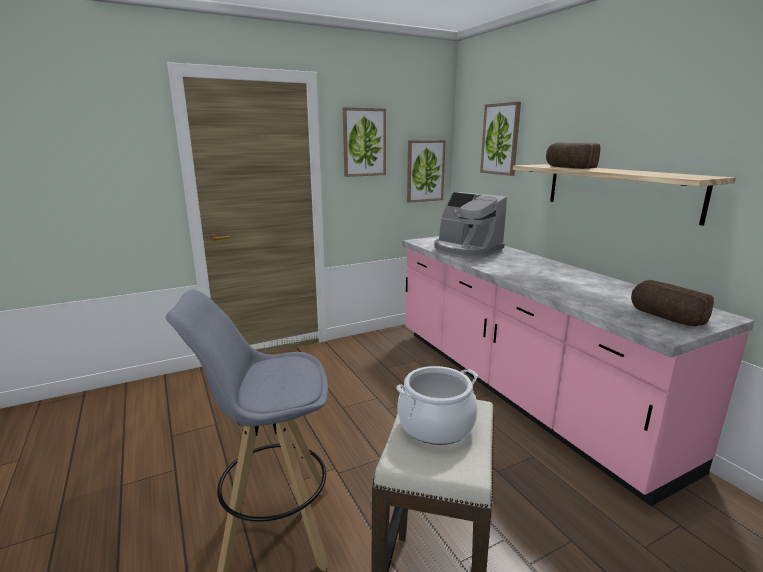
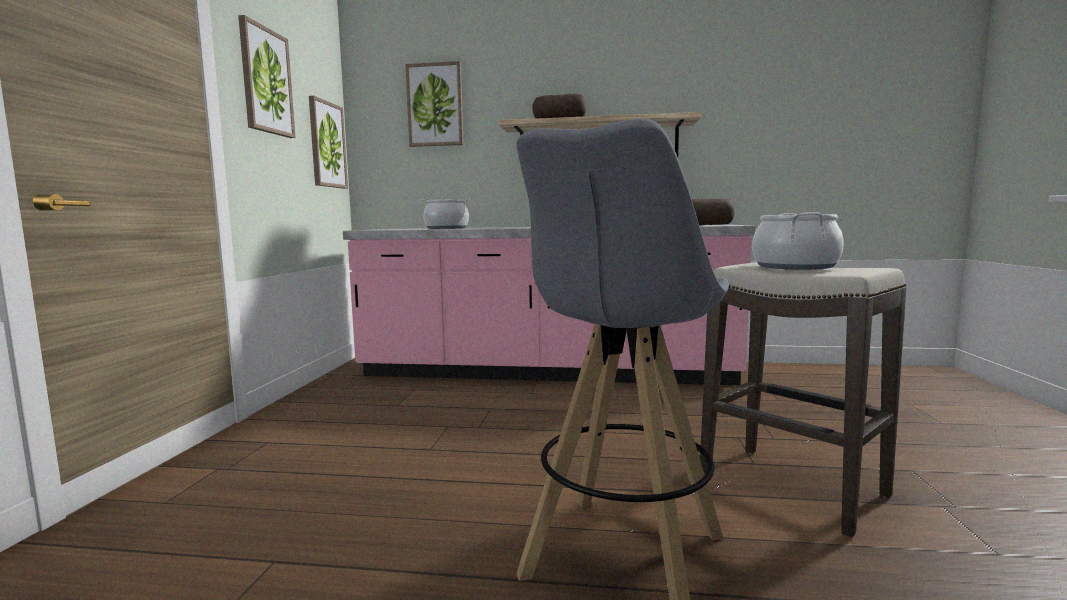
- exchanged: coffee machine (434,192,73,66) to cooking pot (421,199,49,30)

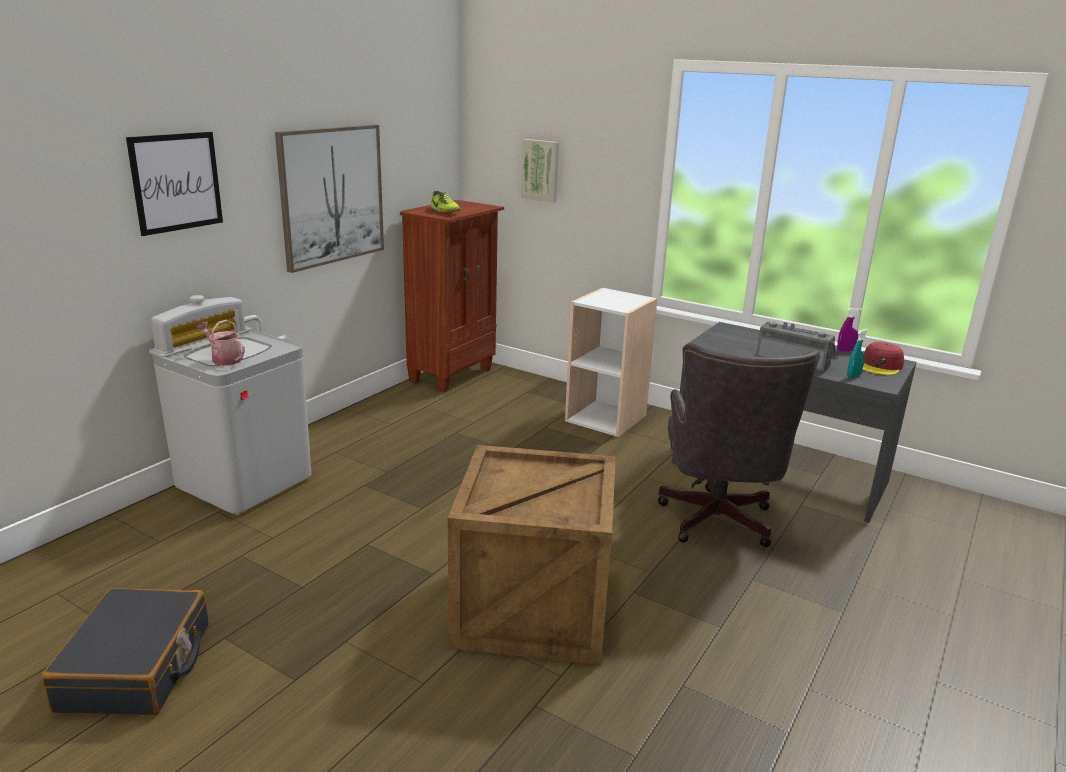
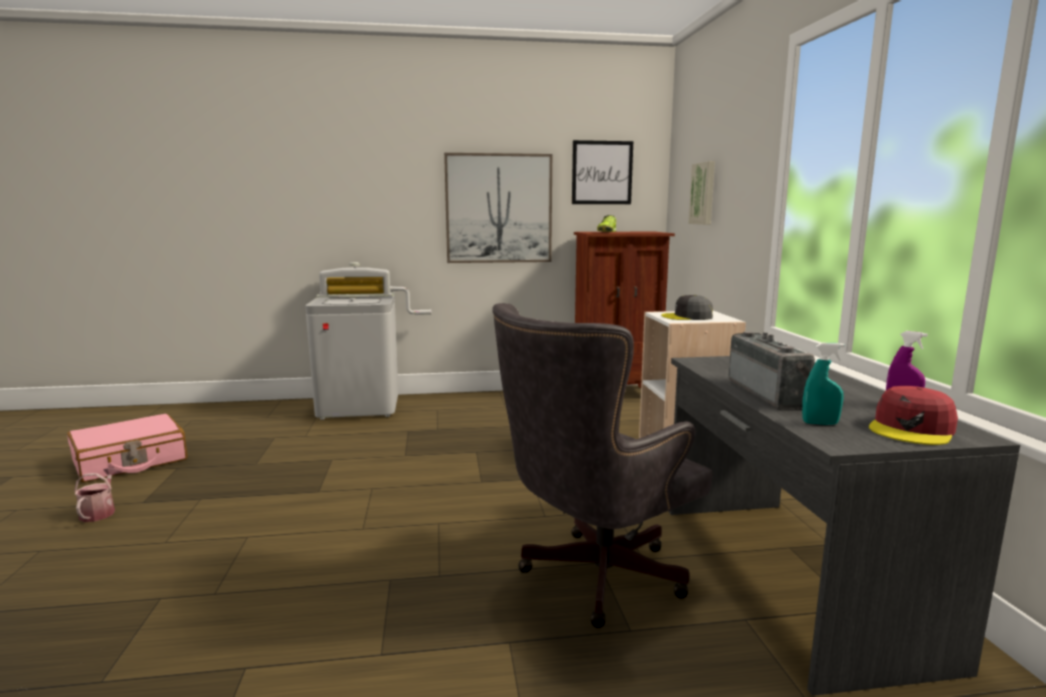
- missing: crate (448,445,168,220)
- appeared: cap/grey (661,295,52,25)
- relocated: picture (126,132,97,104) to (572,140,61,64)
- relocated: watering can (197,320,48,46) to (74,468,44,54)
- colour: suitcase/black (41,588,168,128) to suitcase/pink (67,414,120,69)
- spun: cap/red (863,342,41,33) = (869,386,89,59) 45 degrees counterclockwise

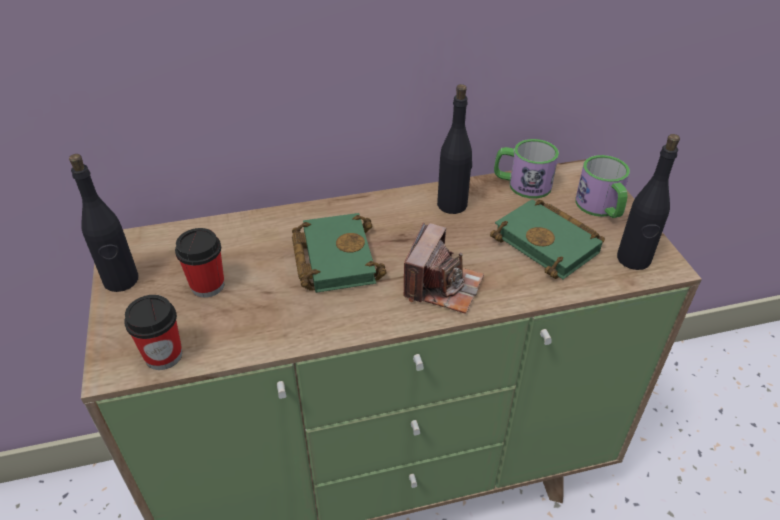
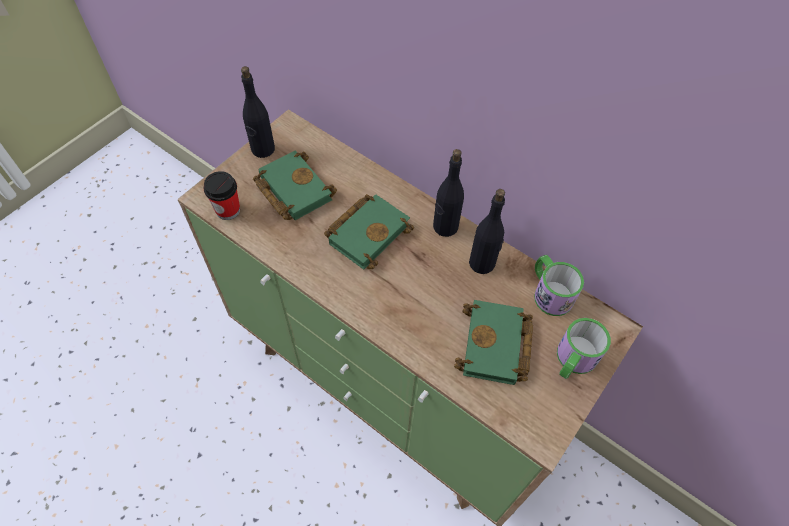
- missing: photo camera (403,223,81,91)
- relocated: bottle/black (617,134,63,136) to (433,149,31,88)
- exchanged: cup (175,228,49,70) to book/green (253,150,84,70)

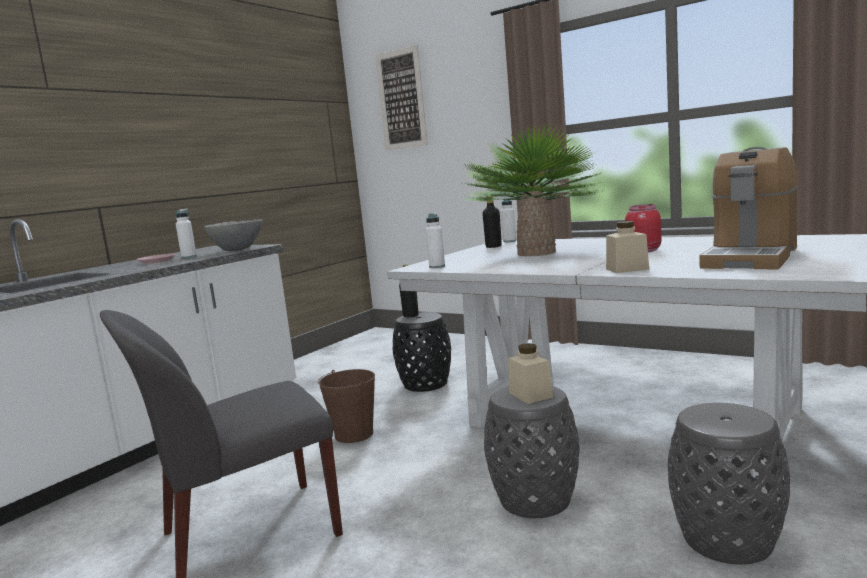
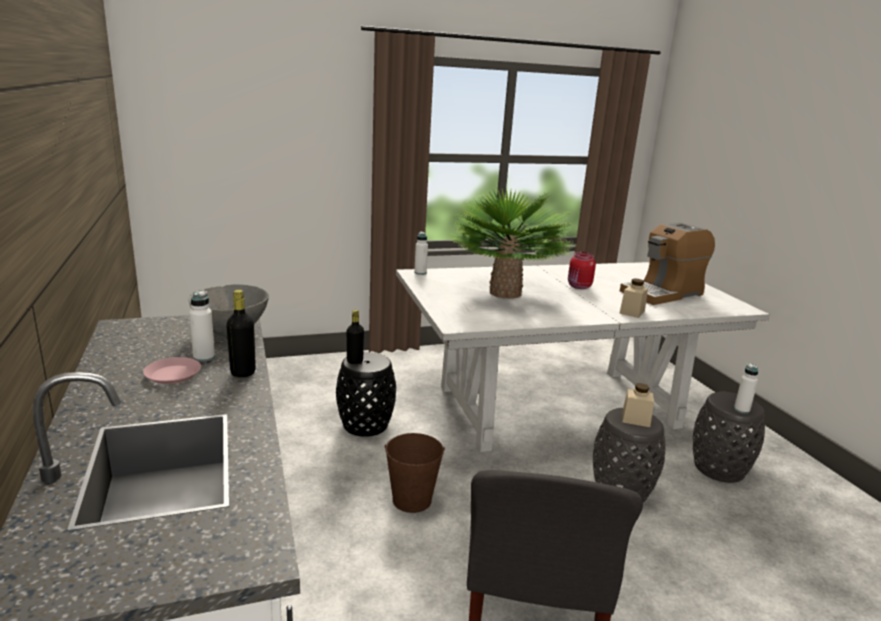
- missing: picture (375,45,53,106)
- relocated: bottle/white (425,212,20,56) to (734,363,24,51)
- relocated: bottle/black (482,191,20,57) to (226,290,30,88)
- spun: coffee machine (699,147,99,123) = (620,222,95,83) 75 degrees clockwise

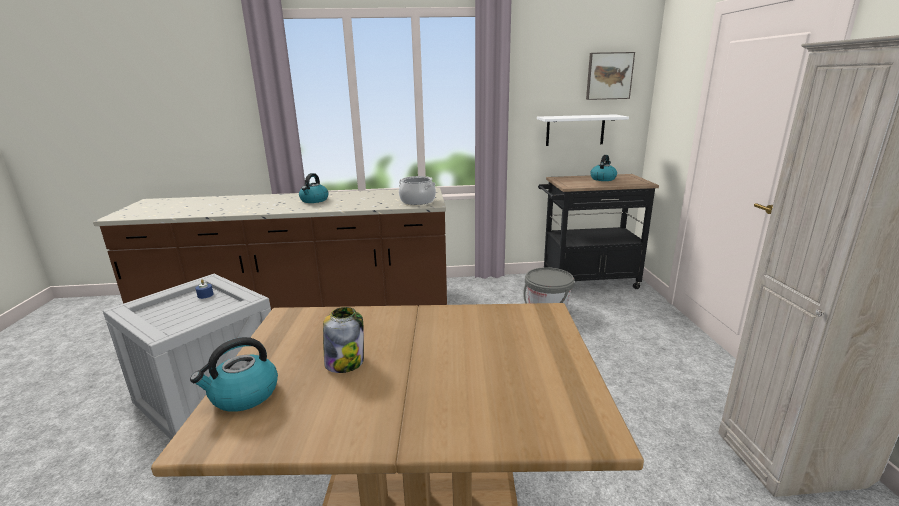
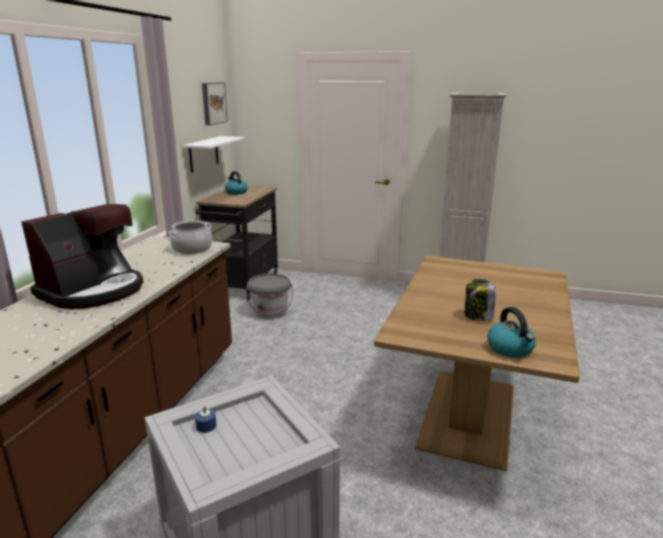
- exchanged: kettle (299,173,29,30) to coffee machine (21,204,122,105)

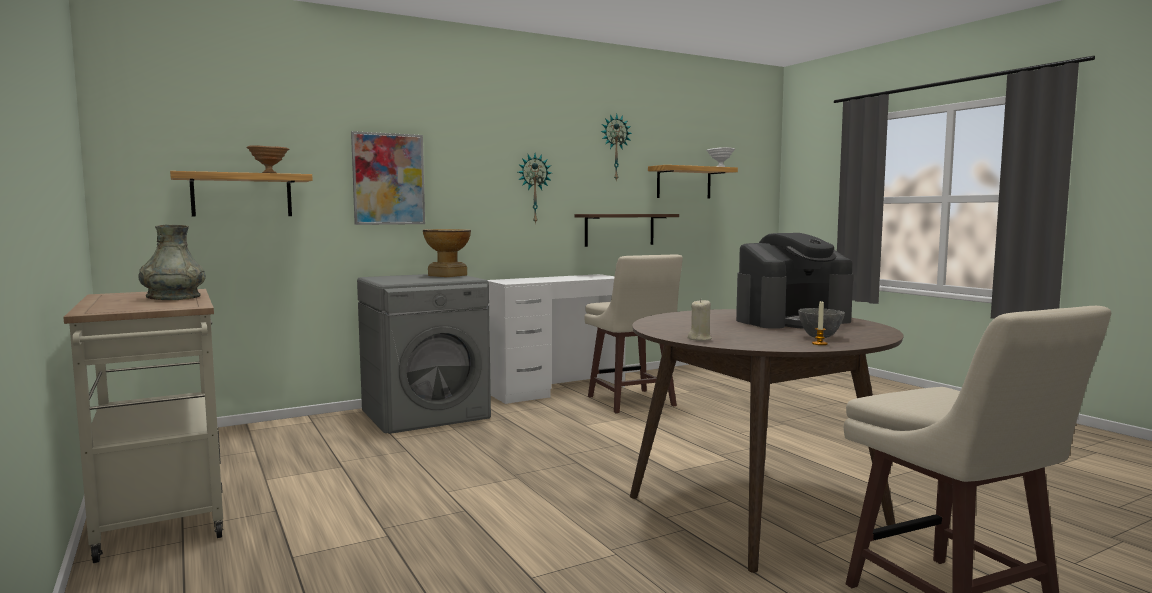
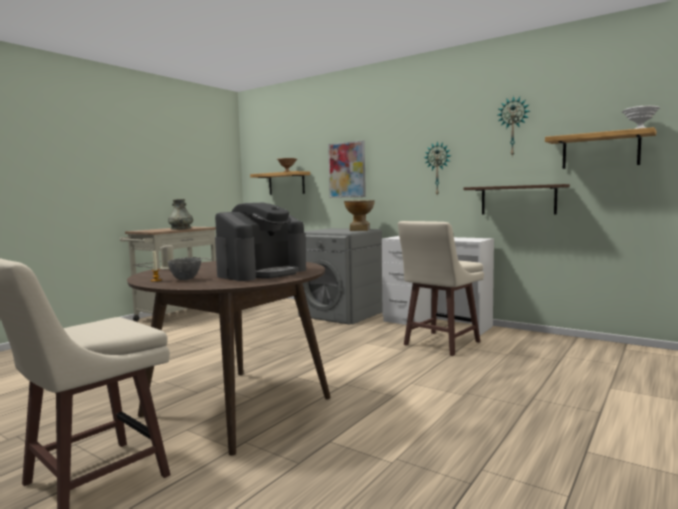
- spun: coffee machine (736,233,117,96) = (215,203,91,78) 90 degrees counterclockwise

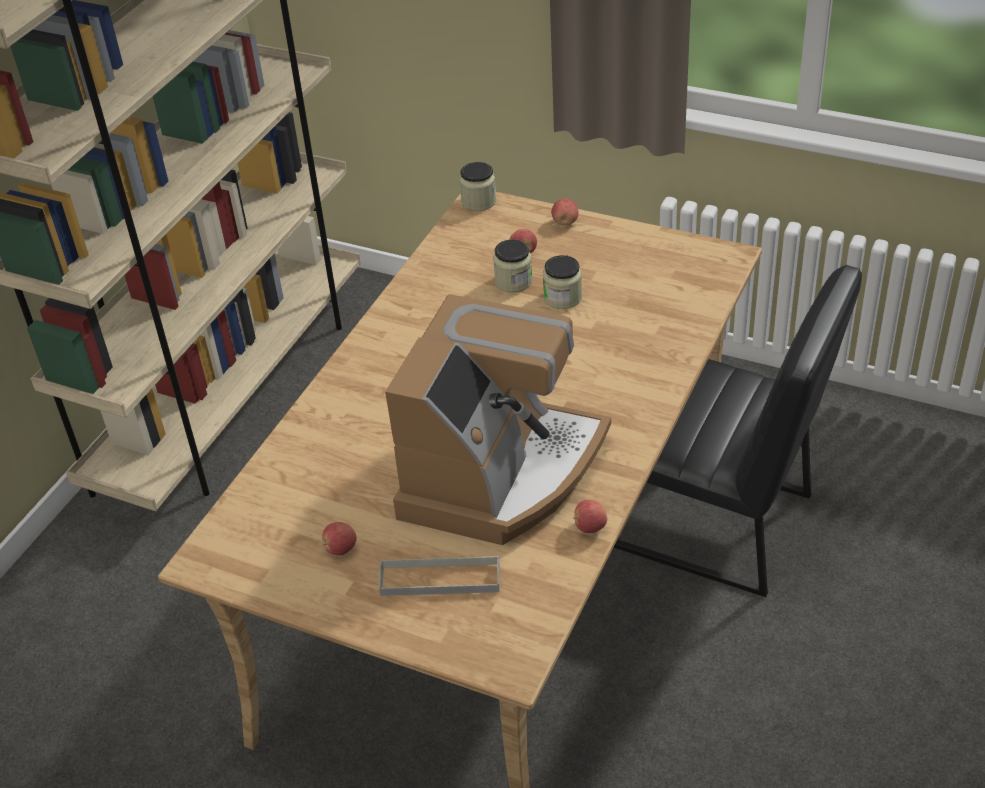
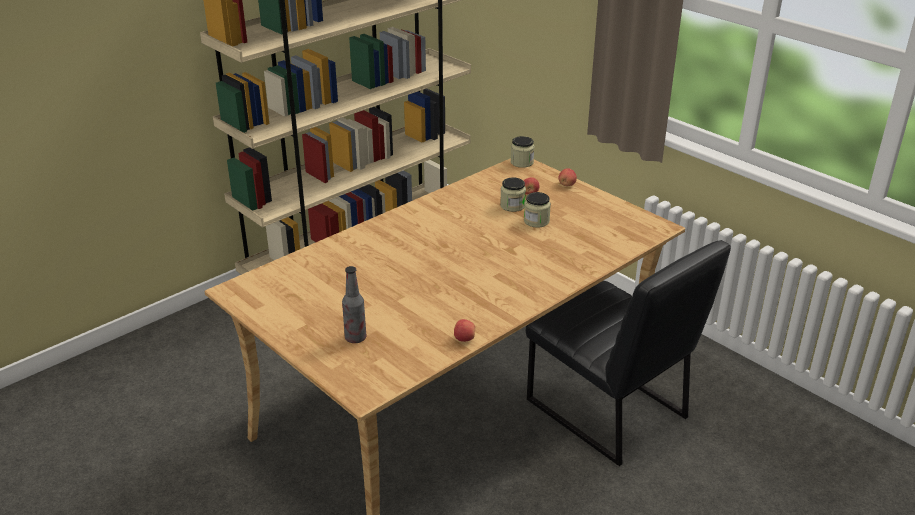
- missing: apple (322,522,35,34)
- missing: coffee machine (385,294,226,251)
- exchanged: tray/grey (379,555,121,41) to bottle (342,266,24,77)

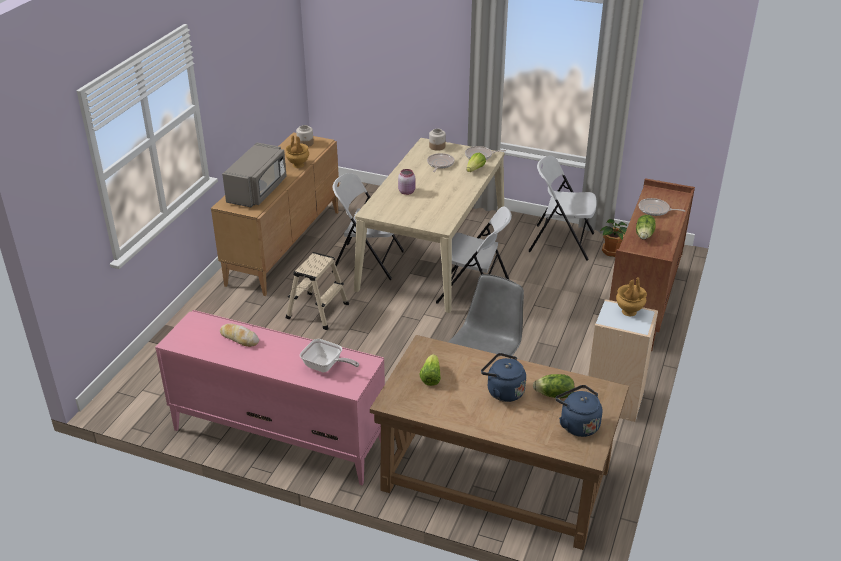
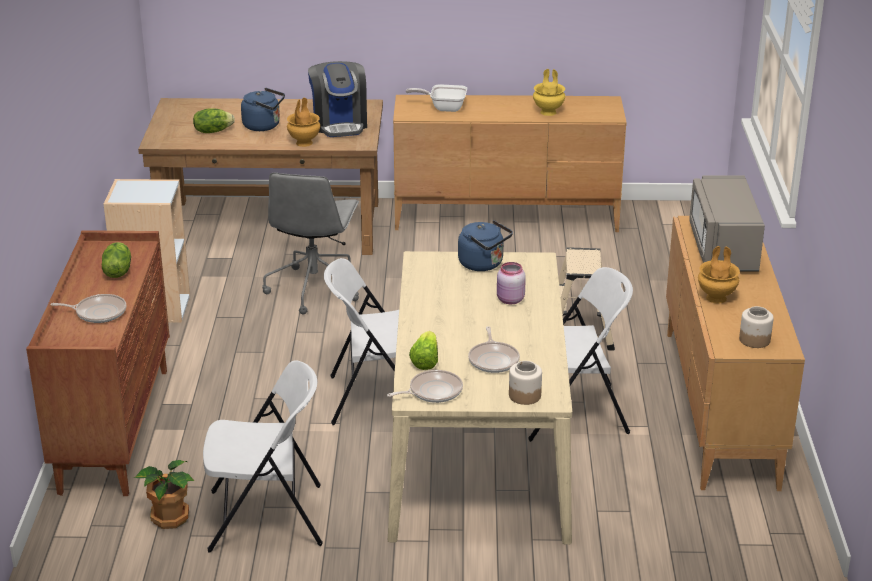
- relocated: kettle/blue (556,385,46,52) to (458,220,55,51)
- relocated: vase/brown (616,277,31,39) to (287,98,33,49)
- exchanged: bread (220,323,39,24) to vase/yellow (533,69,32,47)
- exchanged: lettuce (419,354,22,32) to coffee machine (308,61,59,76)
- colour: dresser/pink (155,310,230,176) to dresser/brown (393,95,234,137)

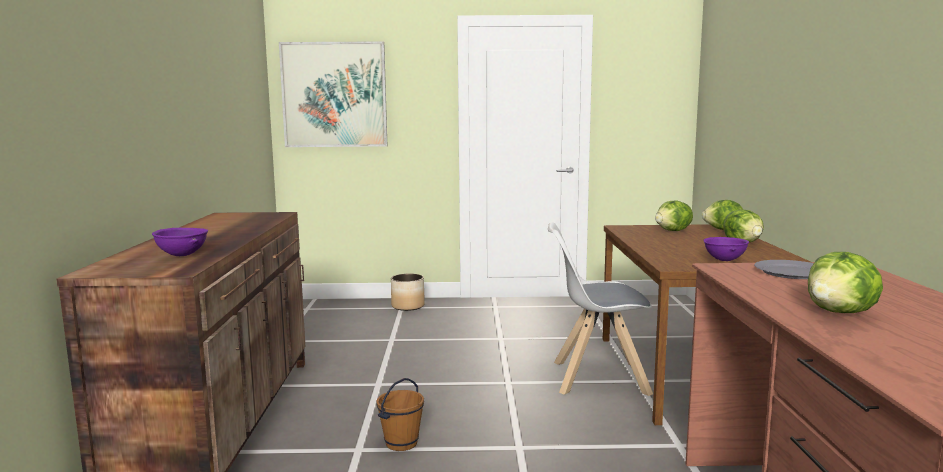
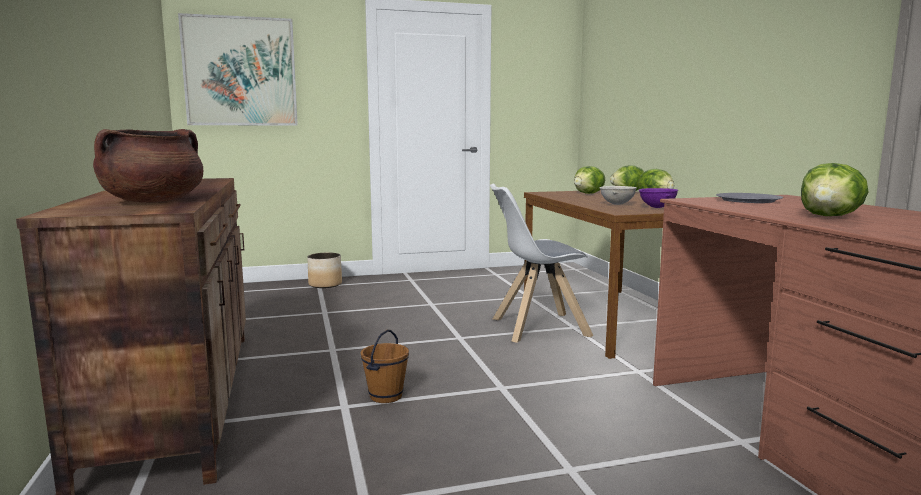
- appeared: bowl/grey (600,186,37,19)
- exchanged: bowl/purple (152,228,56,28) to cooking pot/brown (93,129,110,73)

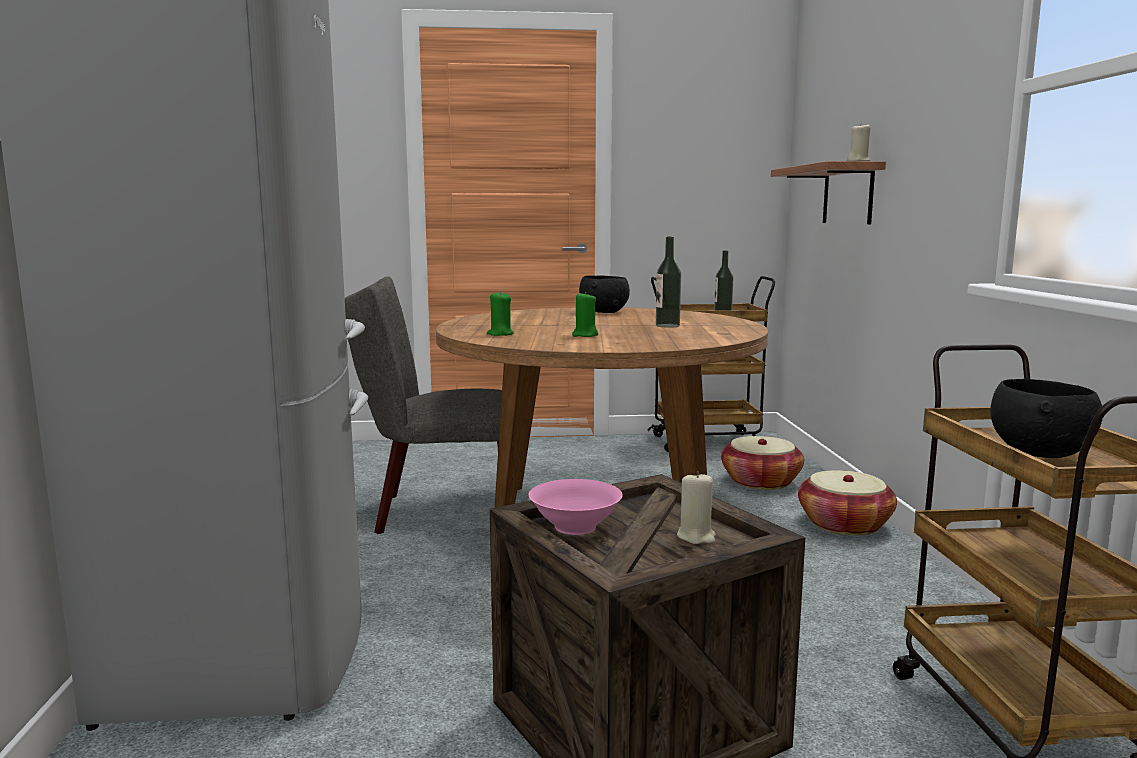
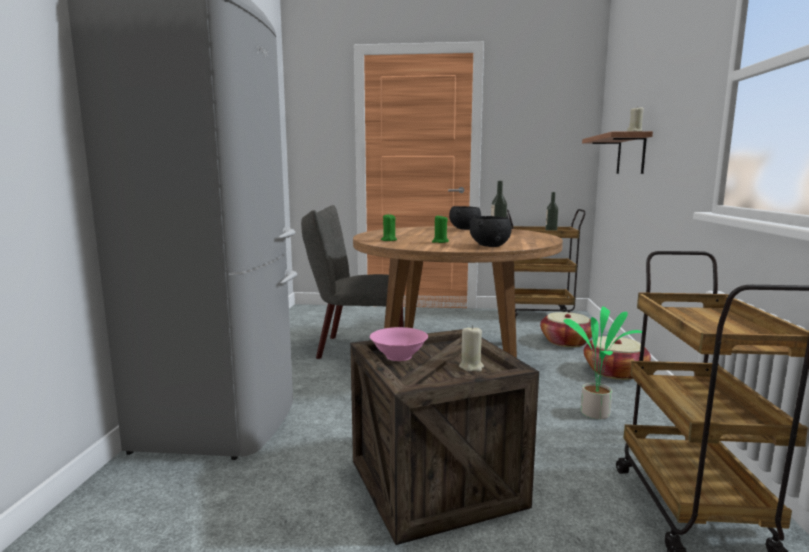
- appeared: potted plant (563,306,79,113)
- relocated: bowl/black (990,379,112,79) to (470,216,42,31)

